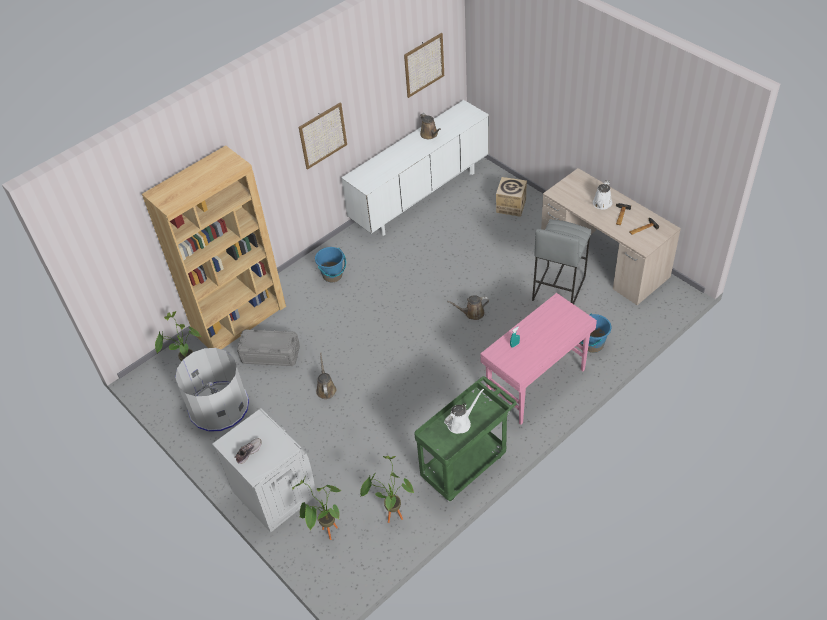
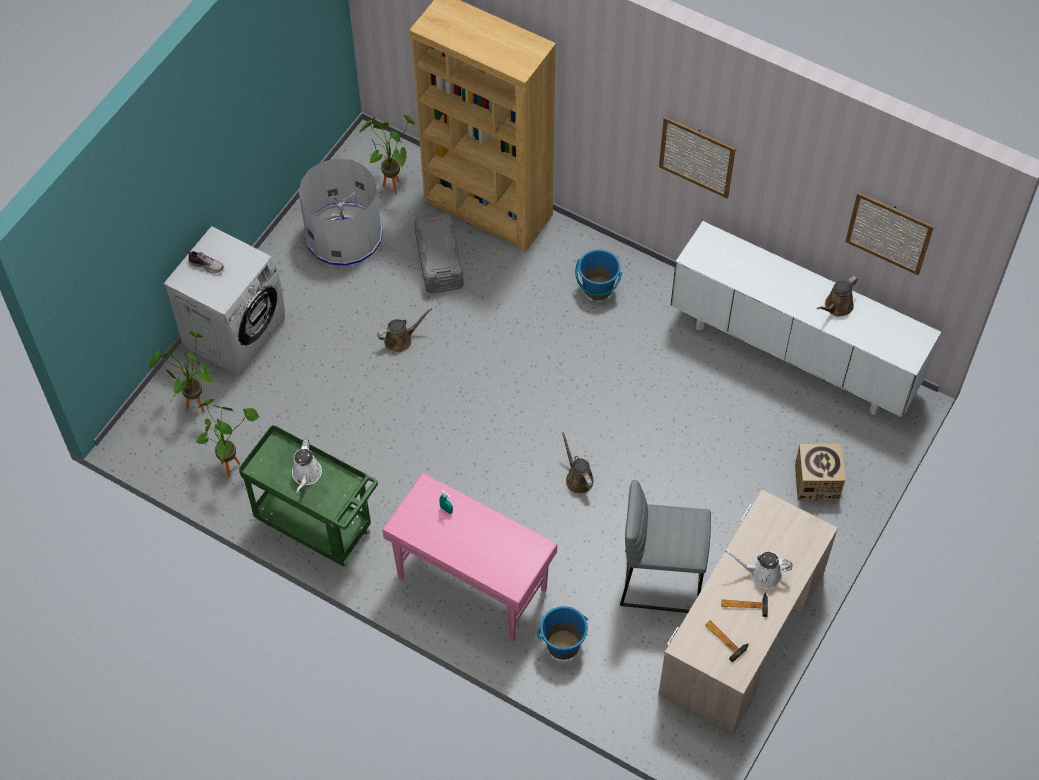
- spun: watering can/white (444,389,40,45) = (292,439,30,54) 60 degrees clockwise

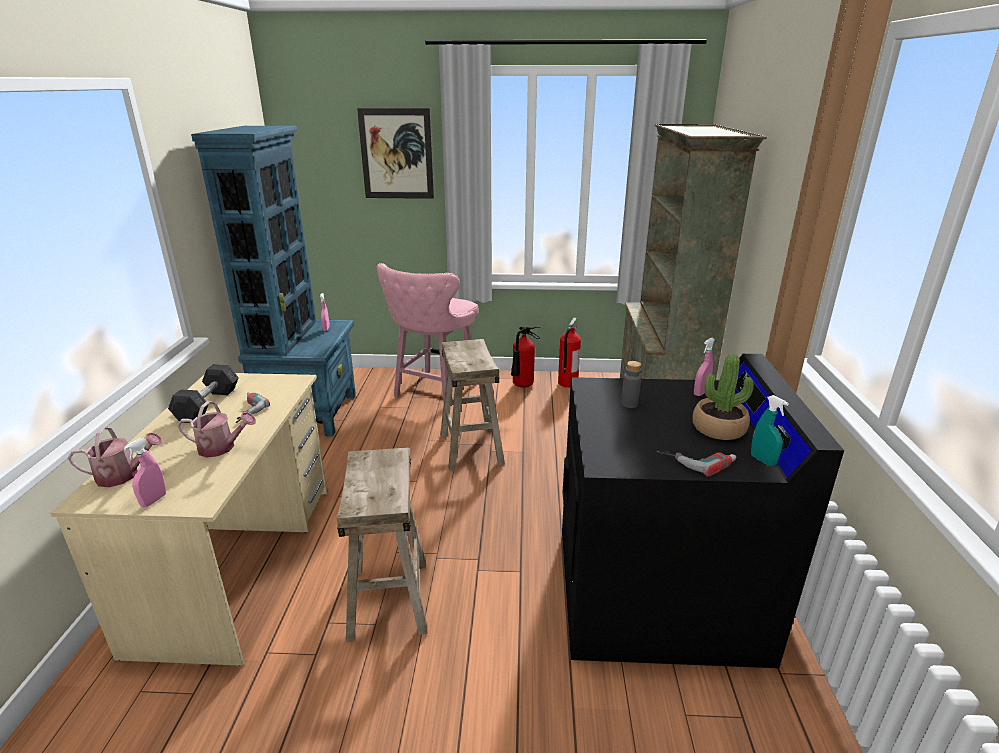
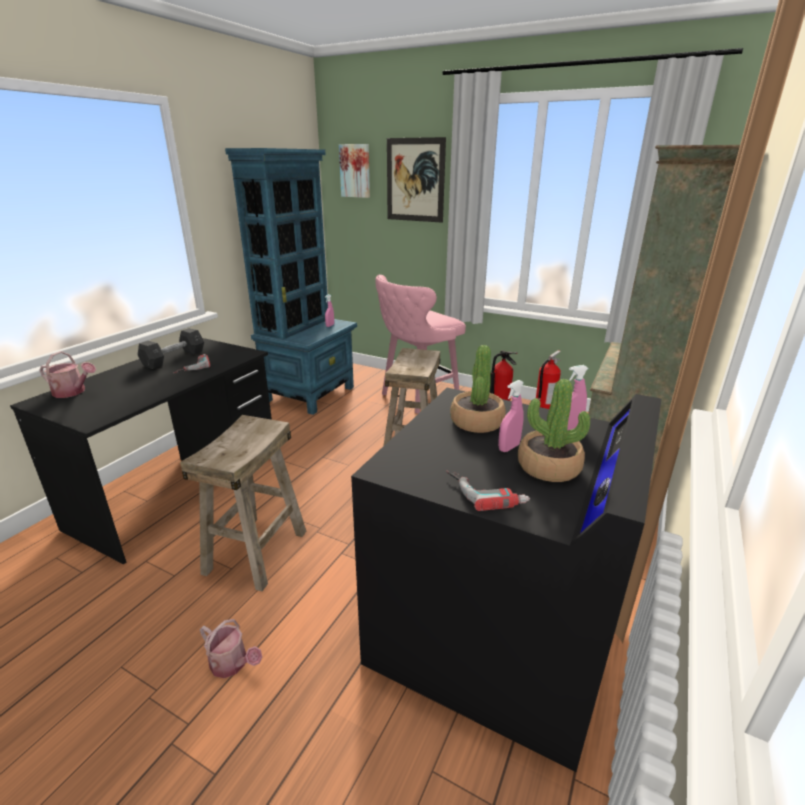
- missing: spray bottle/turquoise (751,395,38,71)
- appeared: picture (339,144,31,54)
- relocated: spray bottle/pink (124,438,42,69) to (498,380,26,72)
- relocated: watering can (178,401,78,57) to (200,619,62,59)
- exchanged: bottle/grey (621,361,21,47) to potted plant (450,345,56,88)
- colour: desk/beige (51,373,277,293) to desk/black (10,338,262,226)

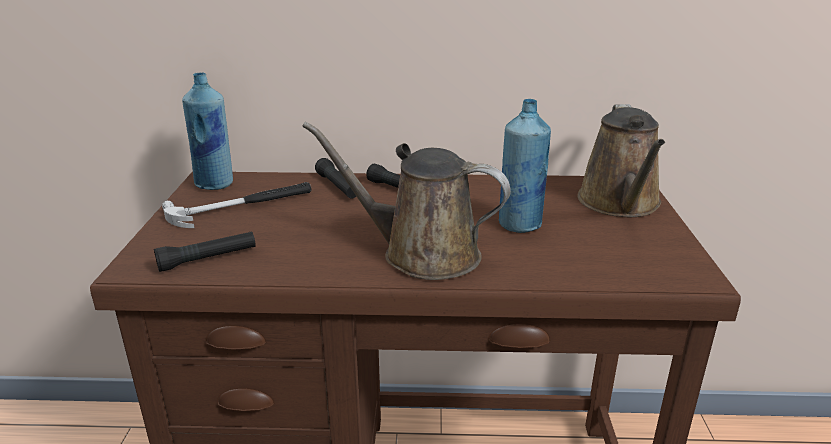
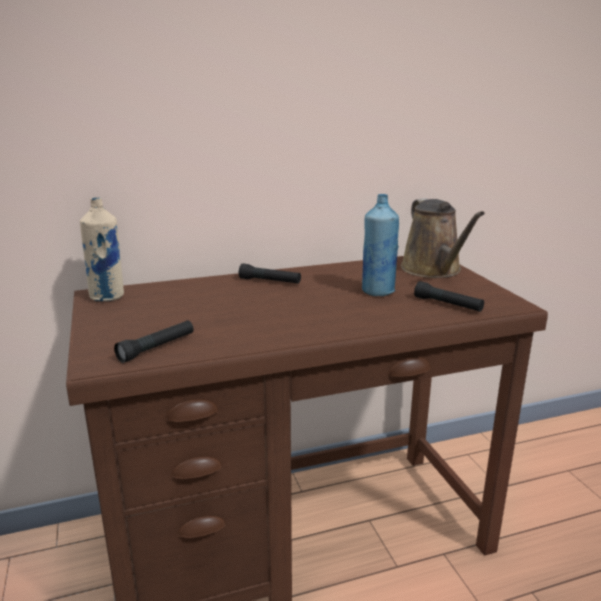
- missing: hammer (162,182,149,46)
- missing: watering can/brown (303,122,208,158)
- relocated: flashlight/black (315,158,42,40) to (414,281,70,31)
- colour: bottle/blue (182,72,51,118) to bottle/beige (80,197,44,104)

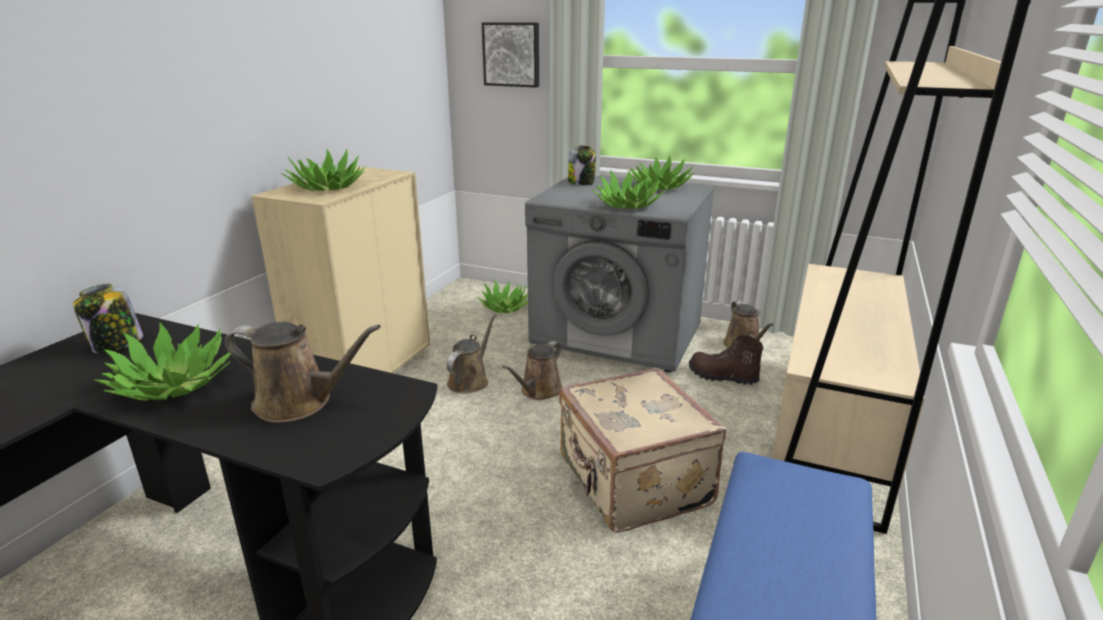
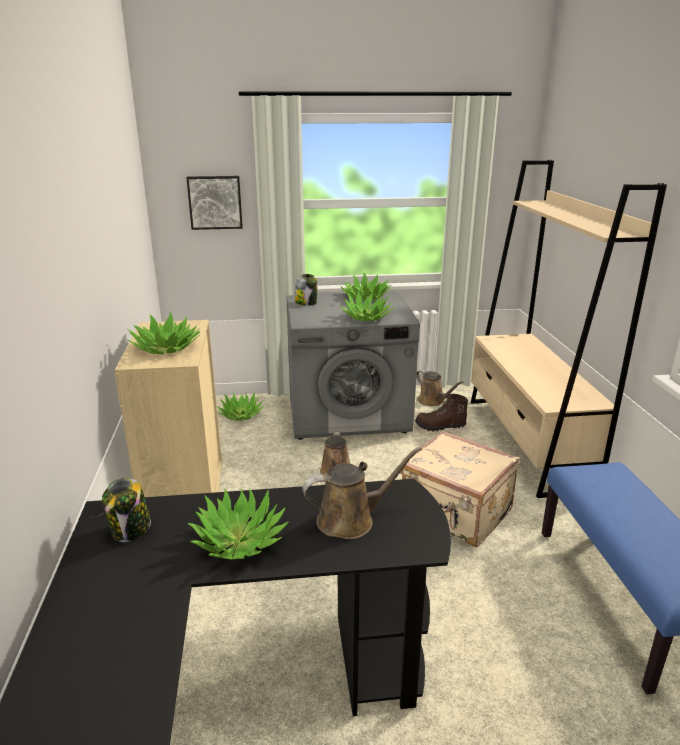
- missing: watering can/brown (446,314,50,80)

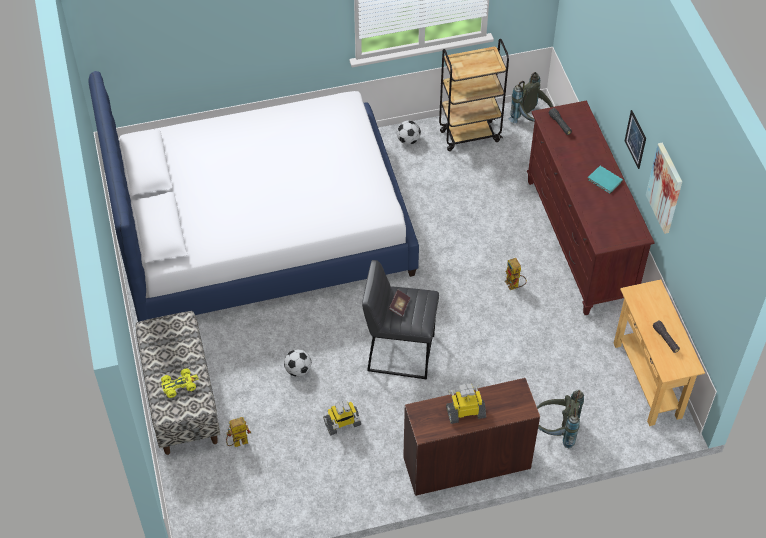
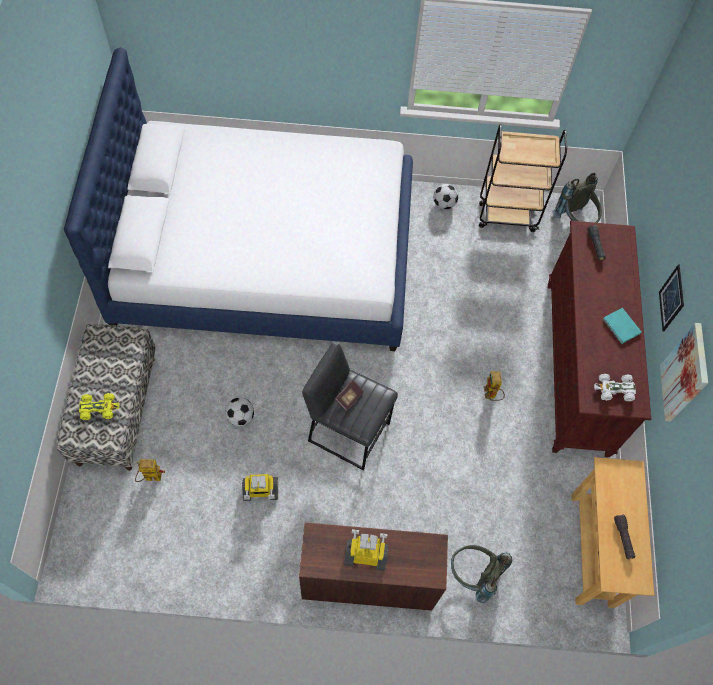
- appeared: toy car/white (594,374,42,27)

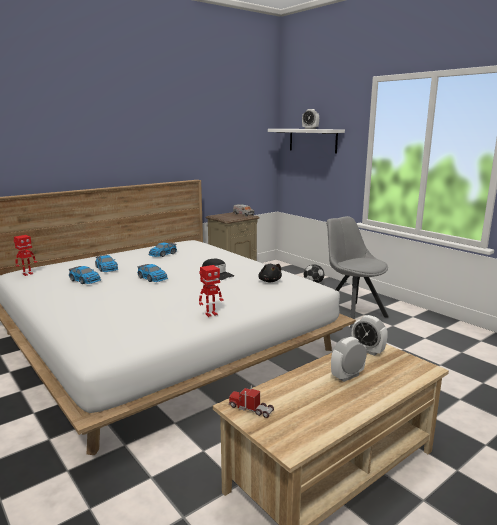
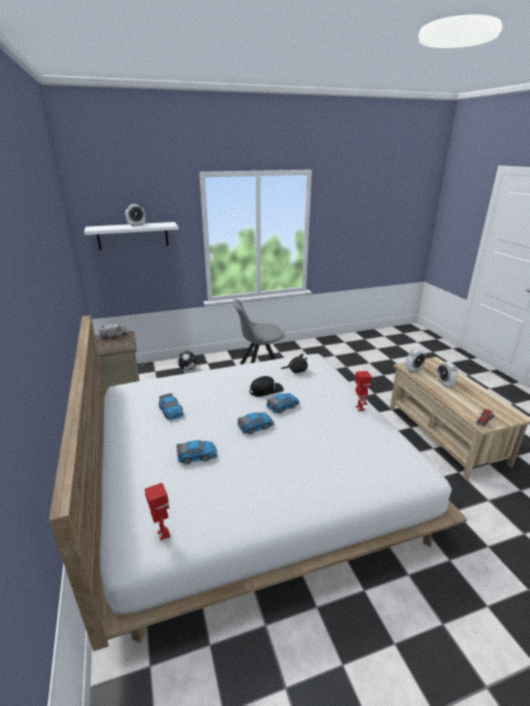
- relocated: toy car (69,266,32,18) to (266,393,34,20)

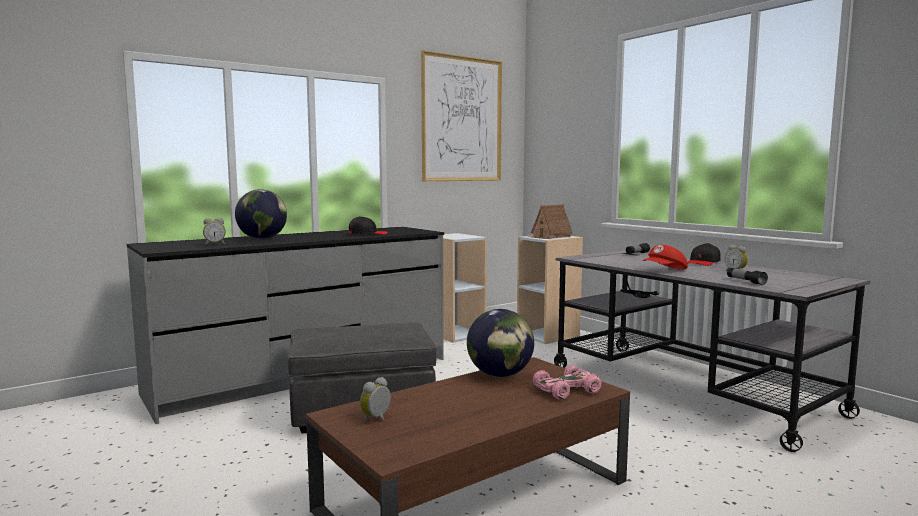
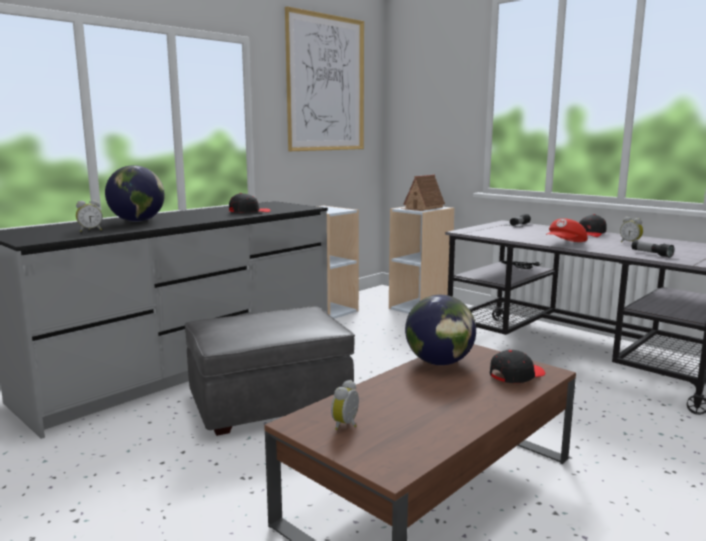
- exchanged: toy car/pink (533,365,69,35) to cap/black (490,350,55,33)

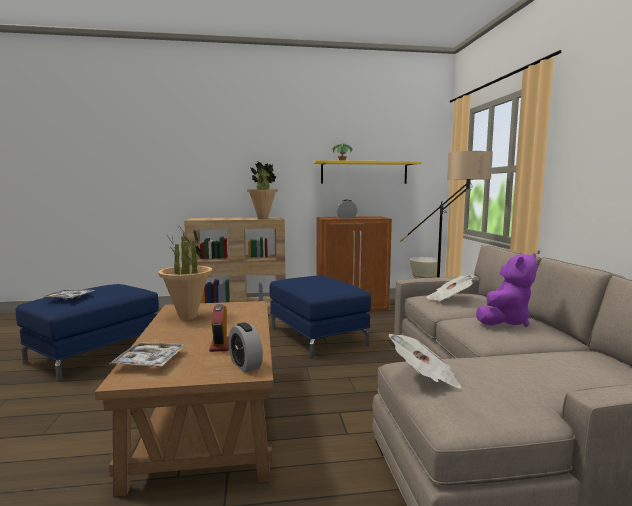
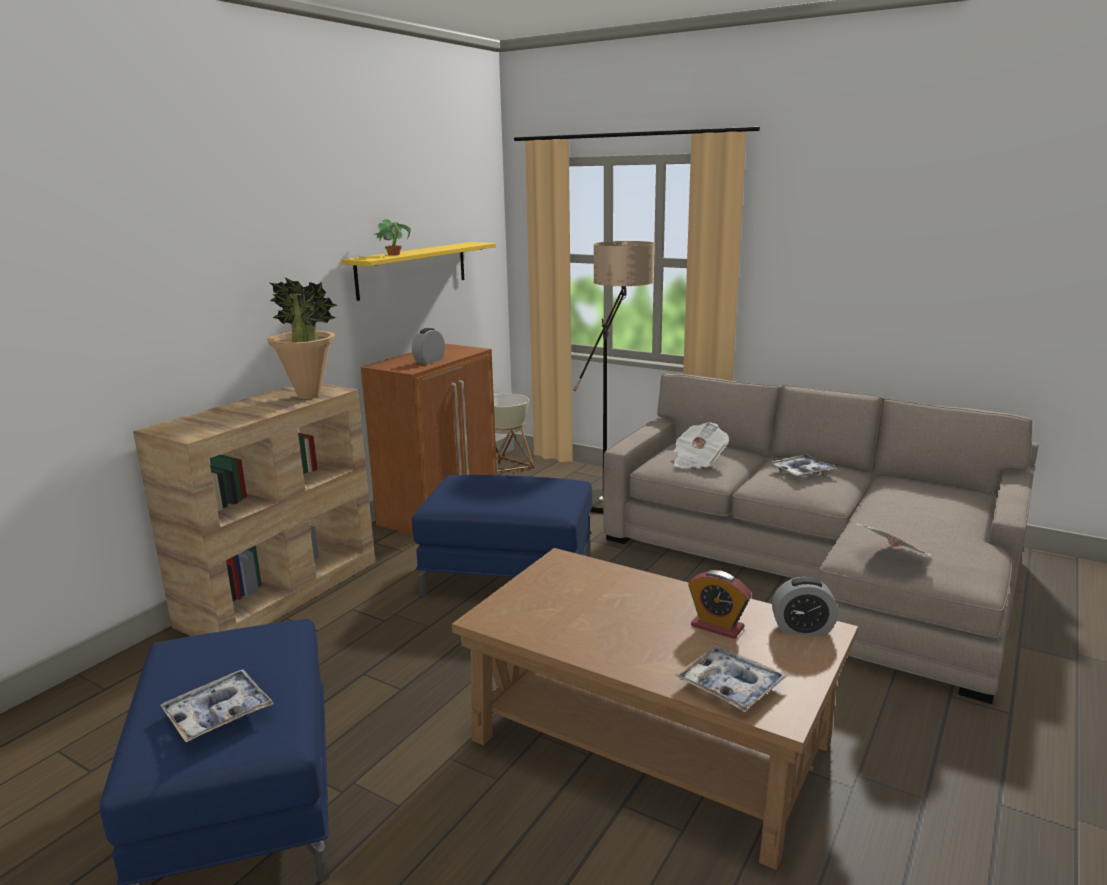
- missing: potted plant (158,225,54,95)
- exchanged: plush toy/purple (476,253,61,74) to tray (769,455,68,22)

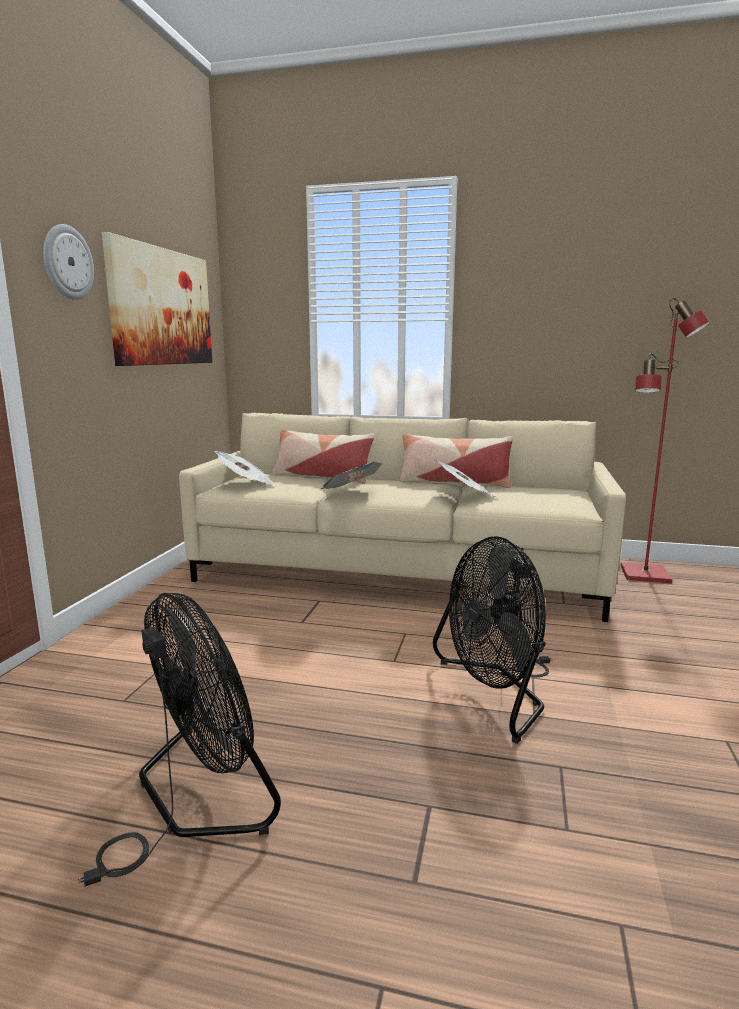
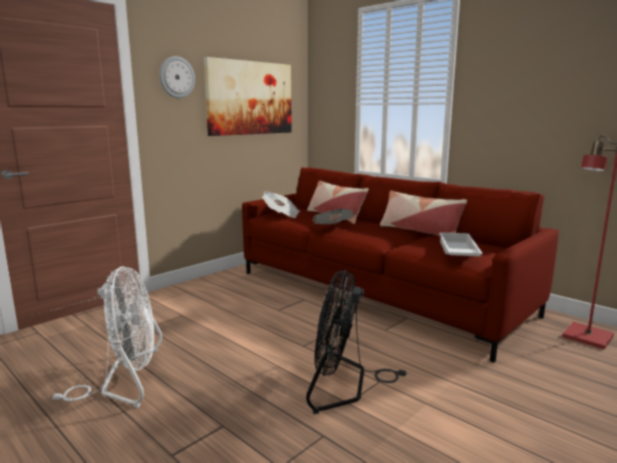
- missing: newspaper (433,459,63,38)
- appeared: tray/white (439,232,44,24)
- colour: fan/black (78,593,203,293) to fan/white (51,266,111,142)
- colour: sofa/beige (179,413,447,209) to sofa/red (242,167,316,196)

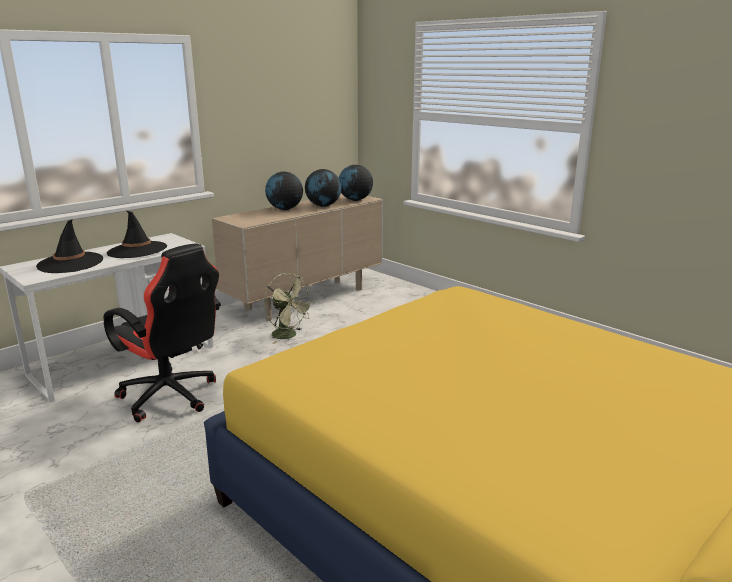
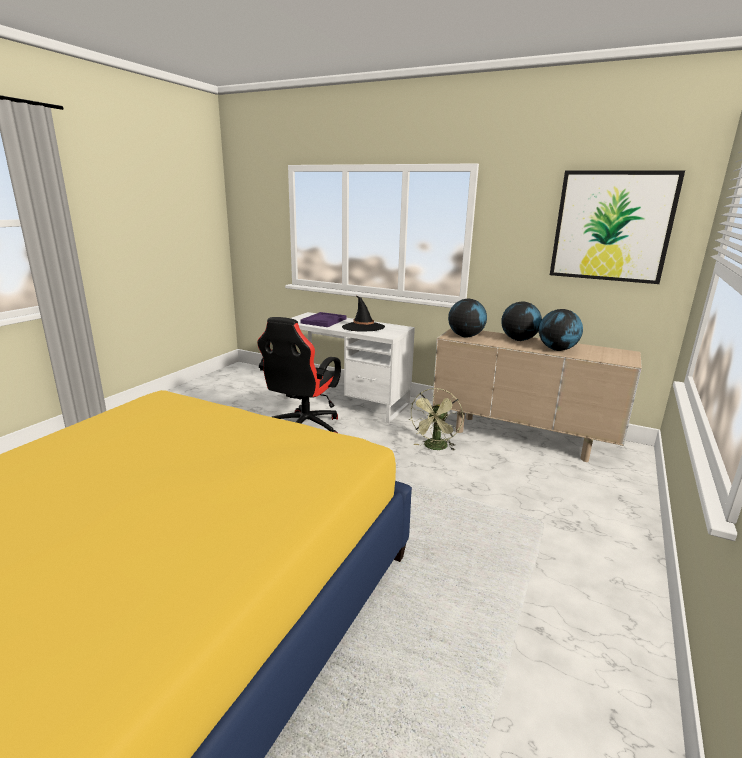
- appeared: picture (550,170,135,114)
- relocated: globe (339,165,34,36) to (448,299,39,39)
- exchanged: hat/black (36,219,67,54) to tray/purple (300,312,46,15)

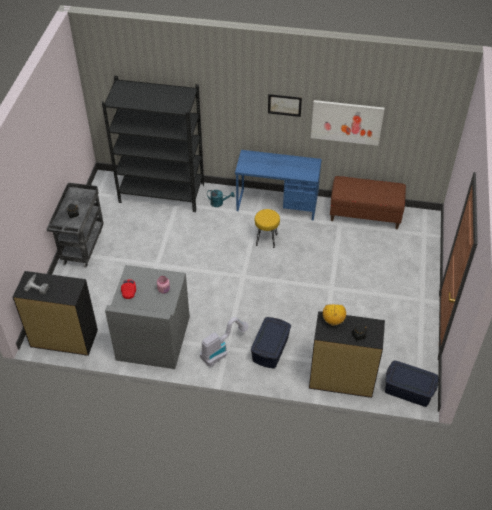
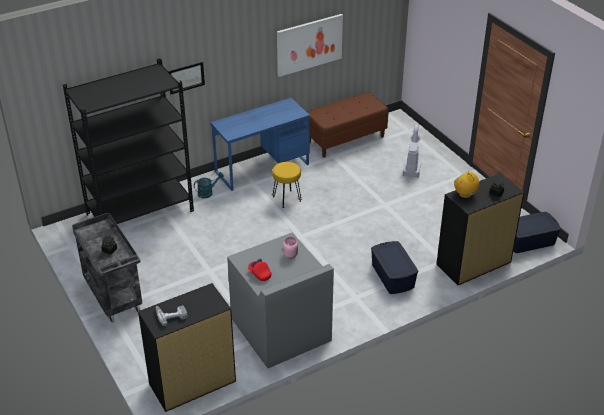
- relocated: vacuum cleaner (200,317,48,50) to (403,125,18,53)
- relocated: picture (268,94,34,23) to (168,62,37,32)

